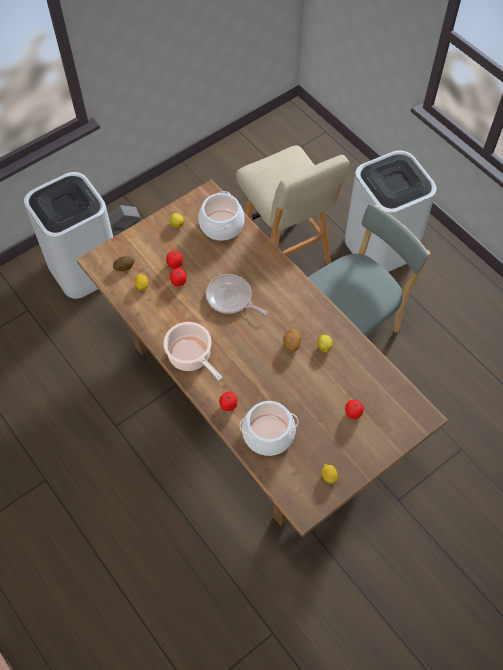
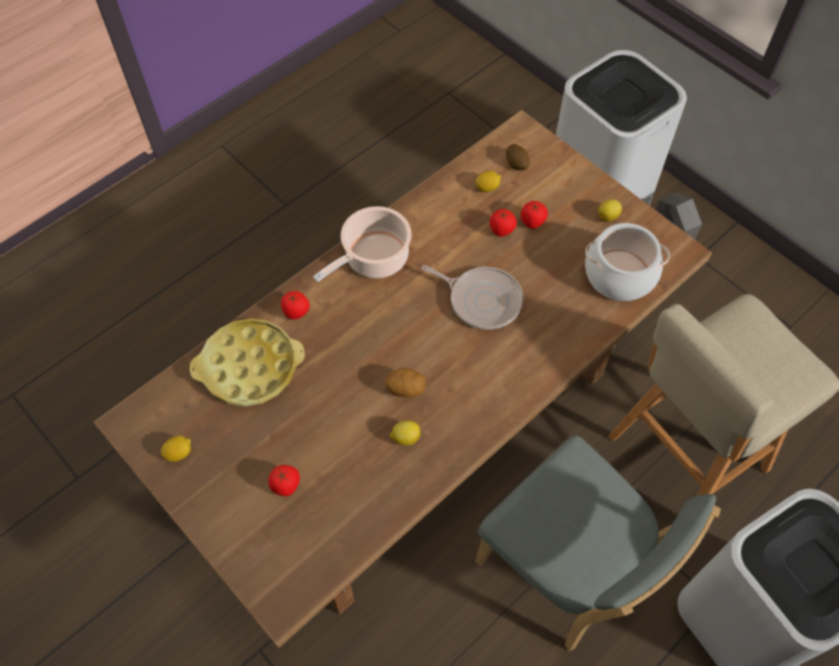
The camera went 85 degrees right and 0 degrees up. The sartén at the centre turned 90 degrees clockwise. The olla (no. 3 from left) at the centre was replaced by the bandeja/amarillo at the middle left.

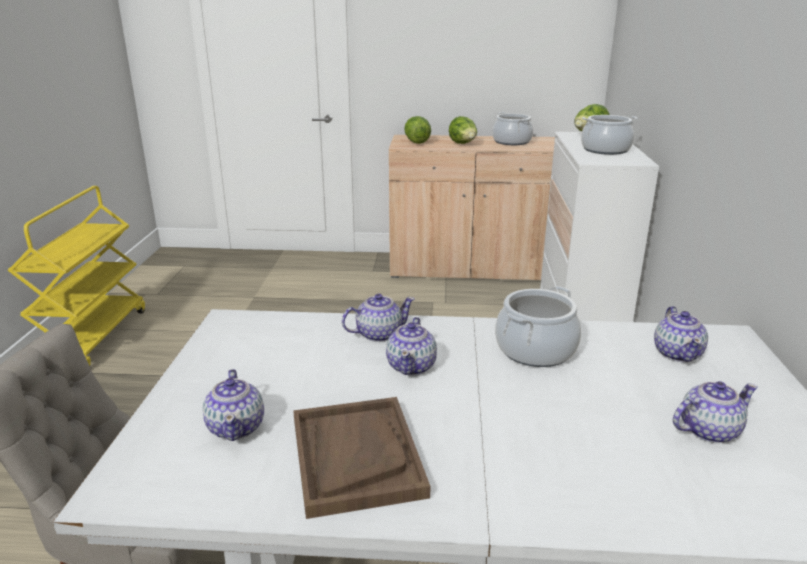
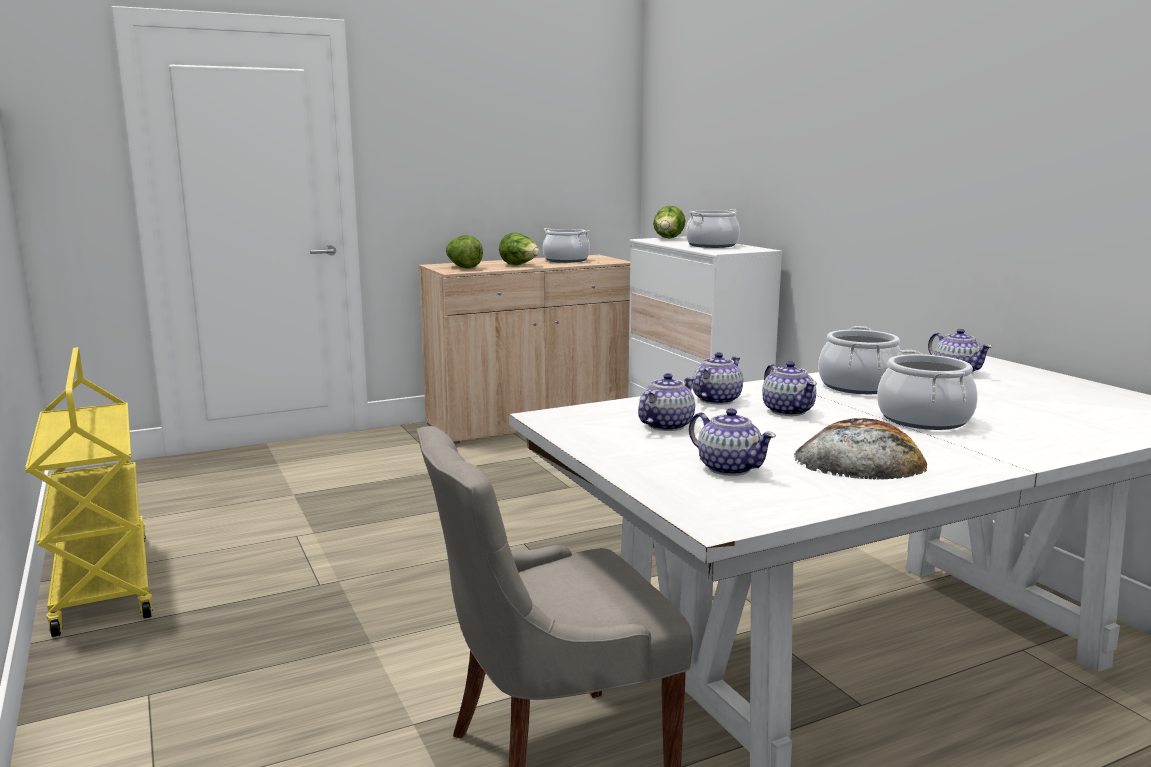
The camera went 30 degrees left and 10 degrees down. The tetera (no. 5 from left in the first image) moved from the bottom right to the centre. The bandeja/marrón at the bottom centre was replaced by the pan at the middle right. The olla (no. 4 from left) at the middle right appeared.

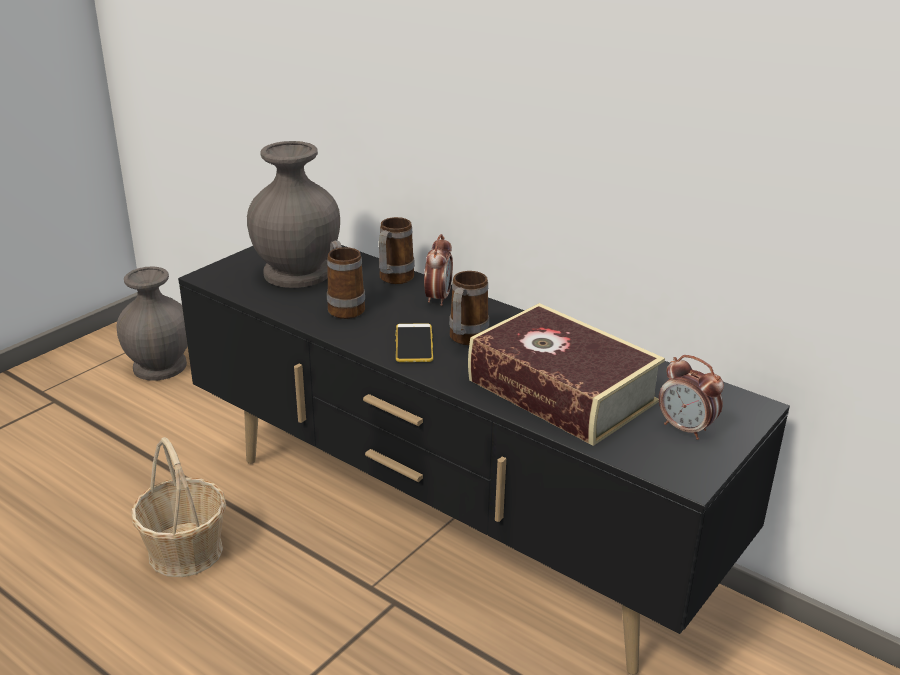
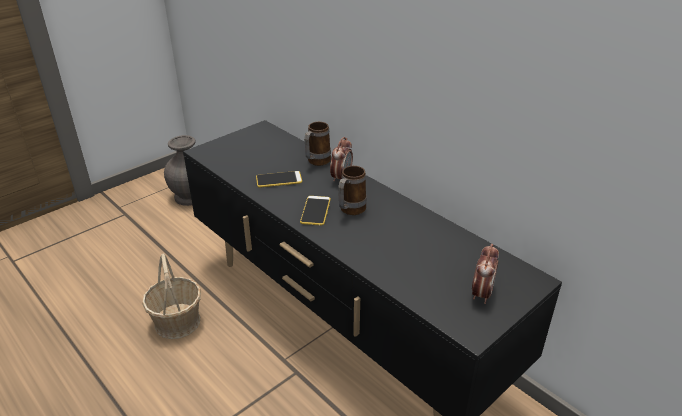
The camera went 10 degrees right and 5 degrees up. The florero/gris (no. 2 from left) at the top left disappeared. The taza grande (no. 1 from left) at the centre was replaced by the móvil (no. 1 from left) at the centre. The libro at the centre disappeared. The despertador (no. 2 from left) at the middle right turned 120 degrees counterclockwise.

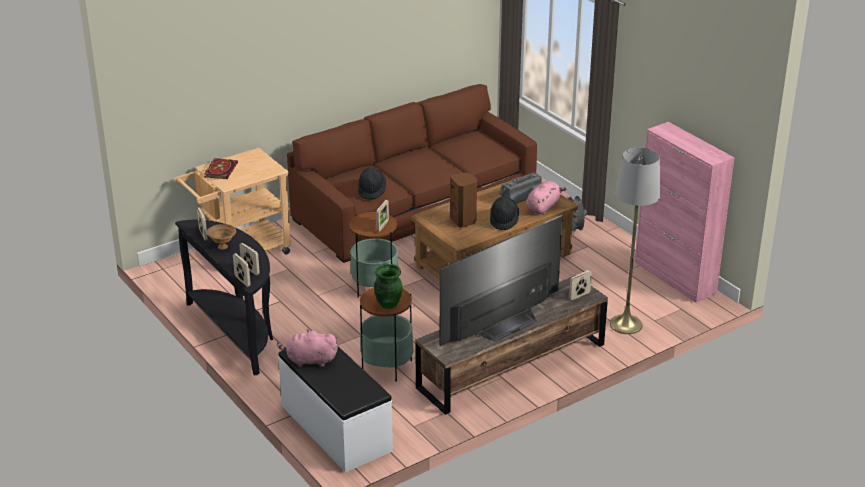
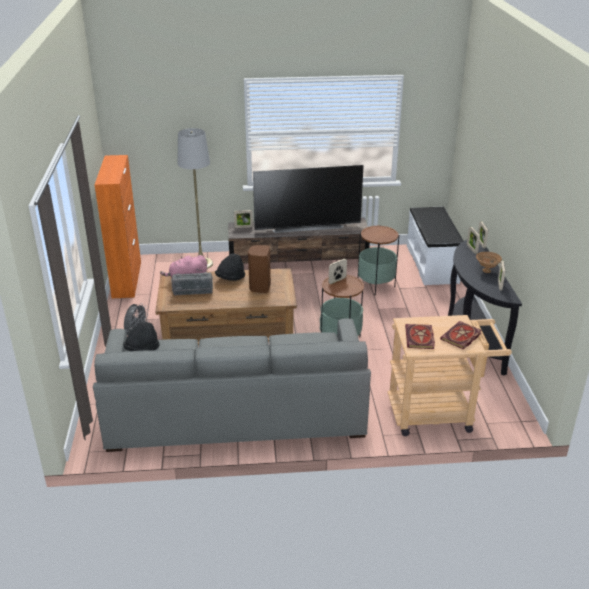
The camera went 150 degrees left and 0 degrees up. The sofá/marrón at the centre became the sofá/gris at the centre. The armario/rosa at the middle right became the armario/naranja at the middle left. The sombrero/negro (no. 1 from left) moved from the centre to the middle left. The florero/verde at the centre disappeared. The peluche/rosa (no. 1 from left) at the bottom centre disappeared. The libro (no. 1 from left) at the middle right appeared.

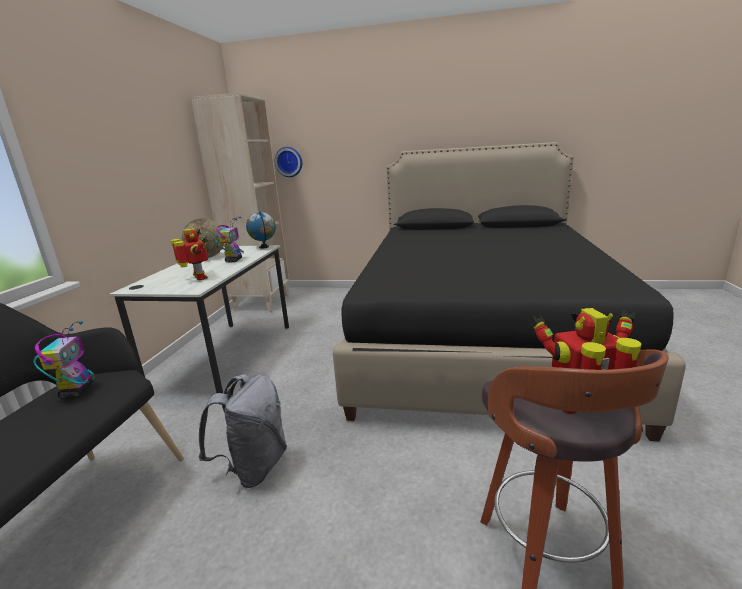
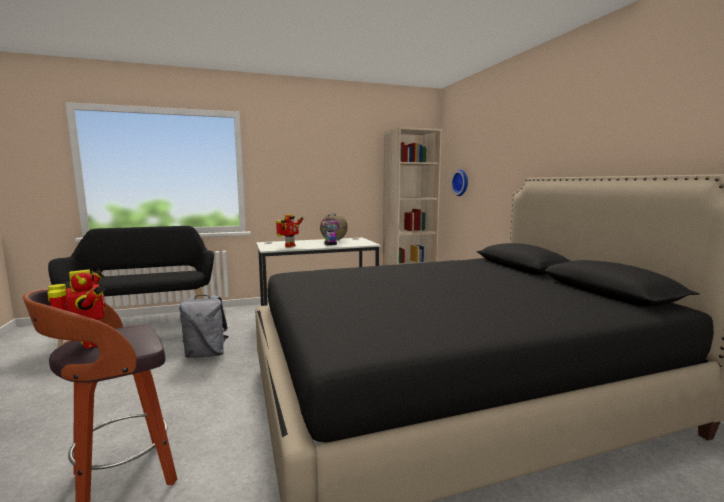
The camera went 60 degrees right and 10 degrees down. The globo terráqueo (no. 2 from left) at the centre disappeared. The robot de juguete (no. 1 from left) at the middle left disappeared.

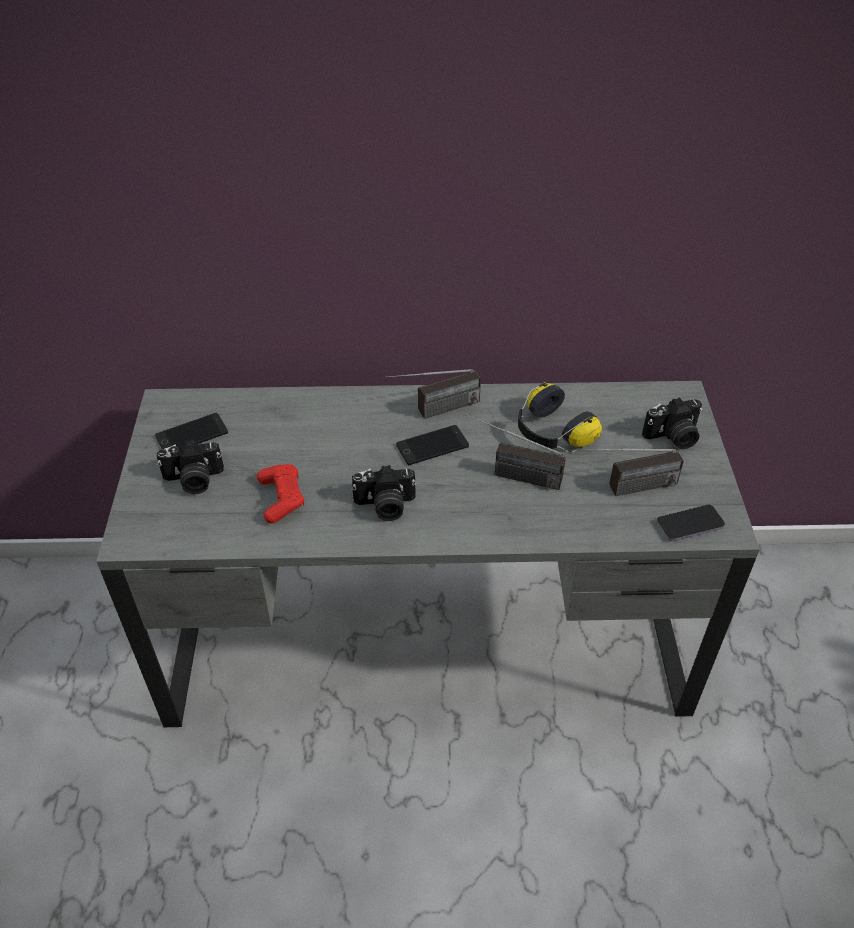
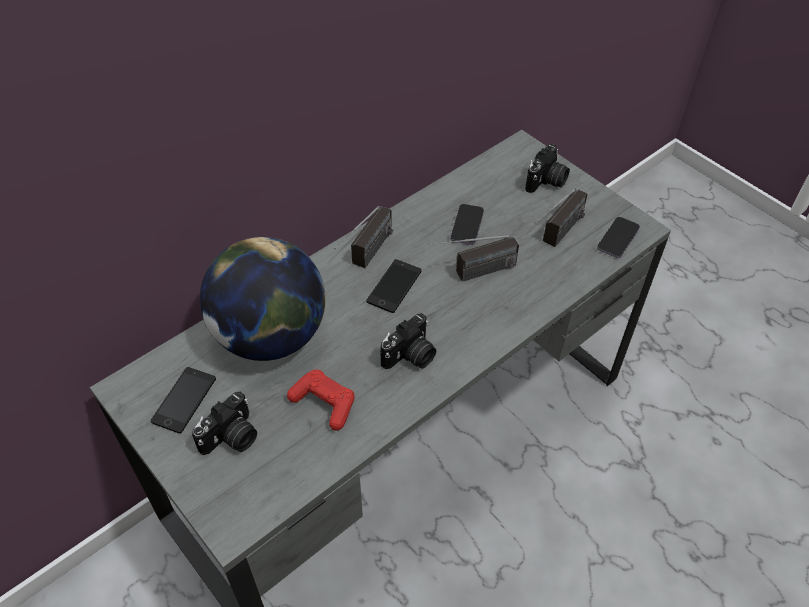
The camera went 40 degrees left and 5 degrees up. The auriculares at the centre was replaced by the móvil (no. 3 from left) at the centre. The globo terráqueo at the middle left appeared.

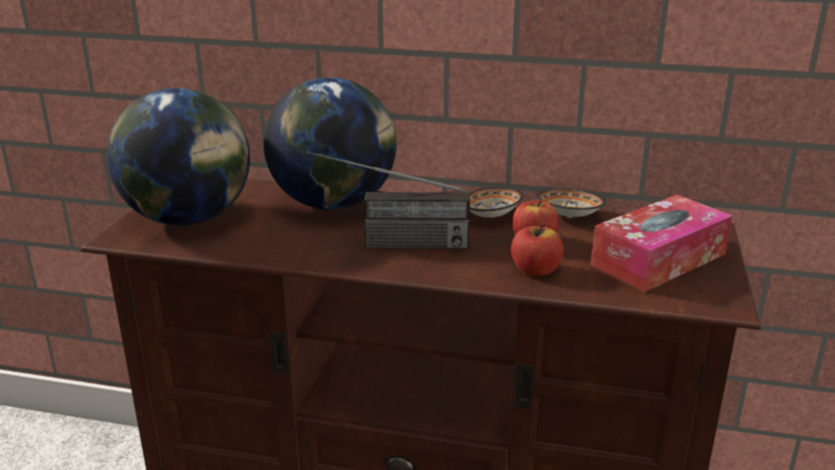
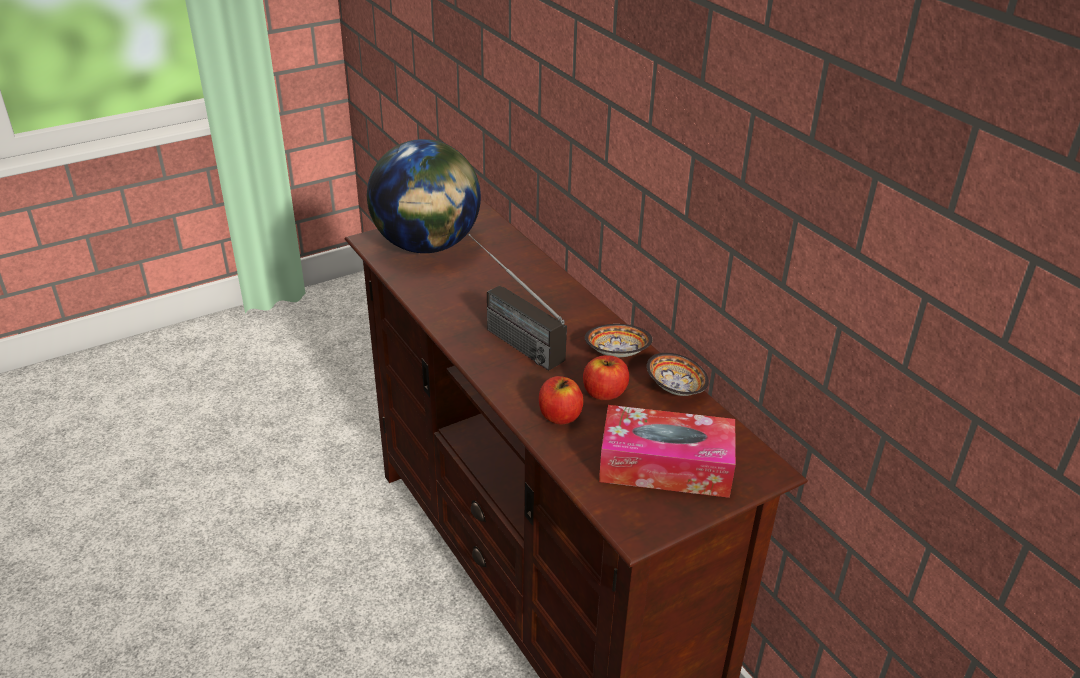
The camera went 45 degrees right and 10 degrees up. The globo terráqueo (no. 2 from left) at the top centre disappeared.

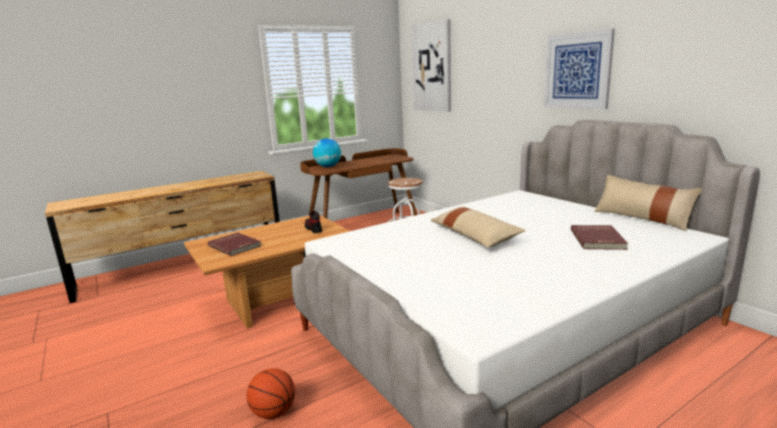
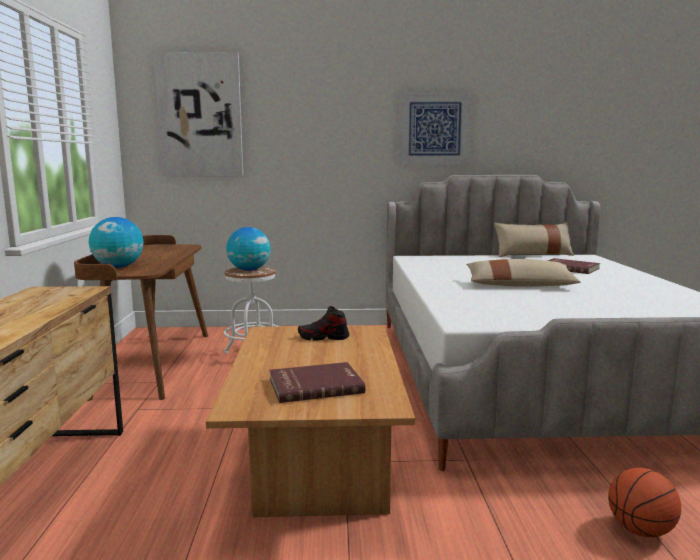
The camera went 60 degrees left and 5 degrees down. The globo terráqueo (no. 2 from left) at the centre appeared.

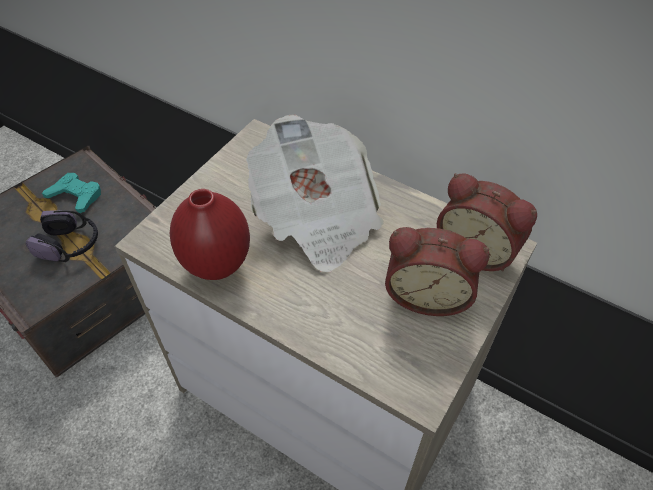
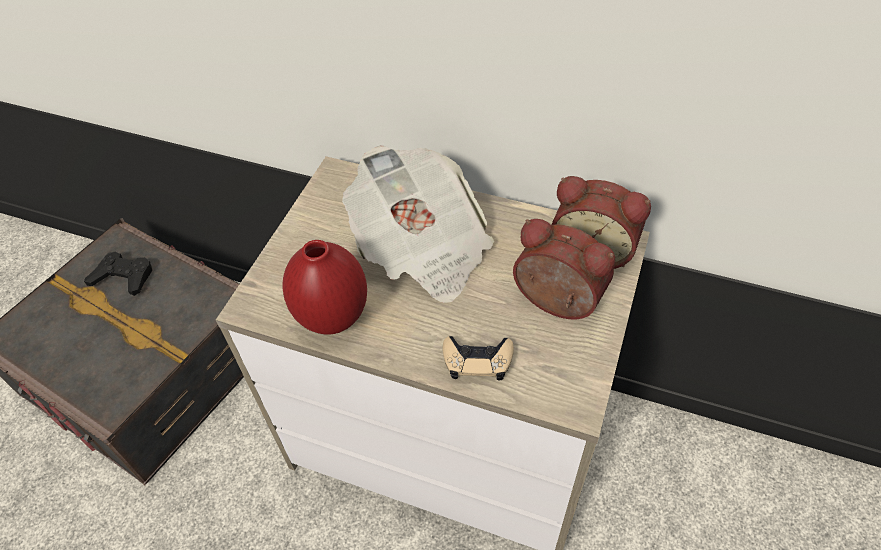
The camera went 10 degrees left and 0 degrees up. The mando de consola/turquesa at the middle left became the mando de consola/negro at the middle left. The auriculares at the middle left disappeared. The despertador (no. 1 from left) at the middle right turned 150 degrees counterclockwise. The mando de consola/beis at the centre appeared.

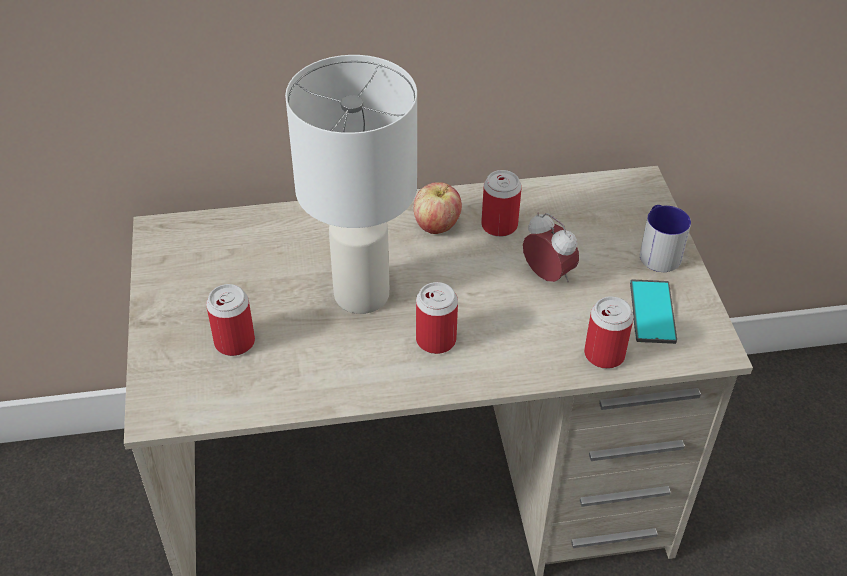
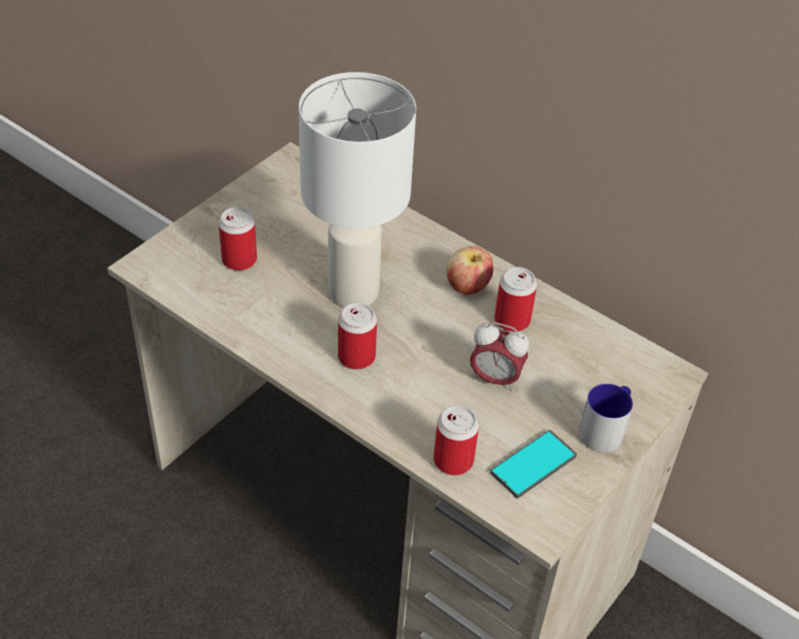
The camera went 45 degrees right and 0 degrees up. The despertador at the centre turned 105 degrees clockwise.

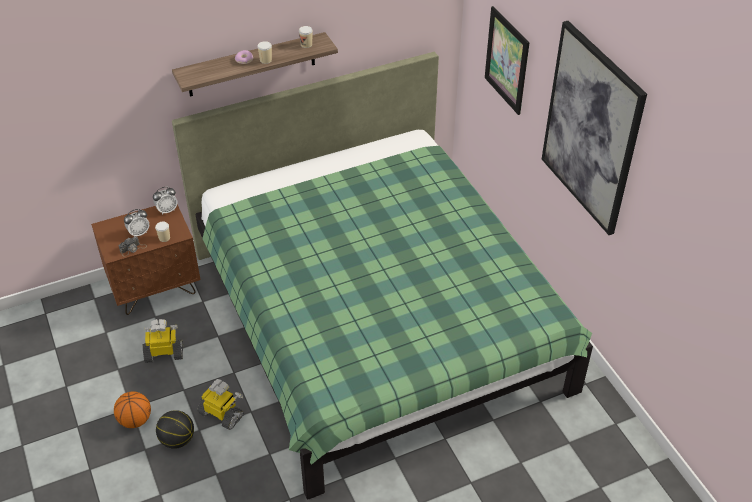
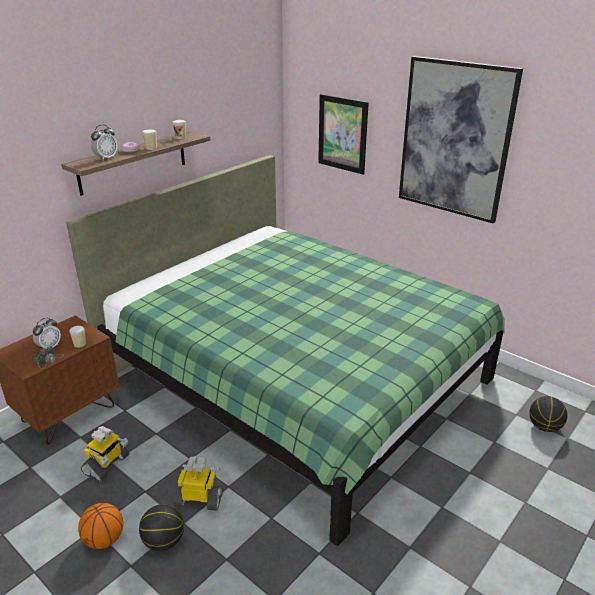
The camera went 25 degrees left and 15 degrees down. The despertador (no. 2 from left) moved from the middle left to the top left. The robot de juguete (no. 1 from left) at the bottom left turned 150 degrees clockwise. The balón de baloncesto (no. 3 from left) at the bottom right appeared.

